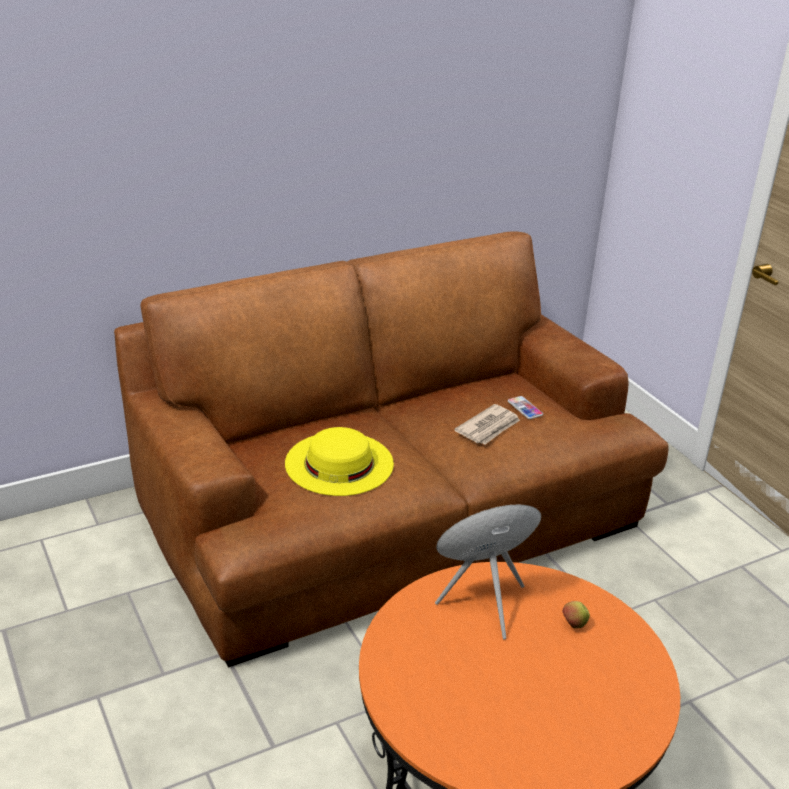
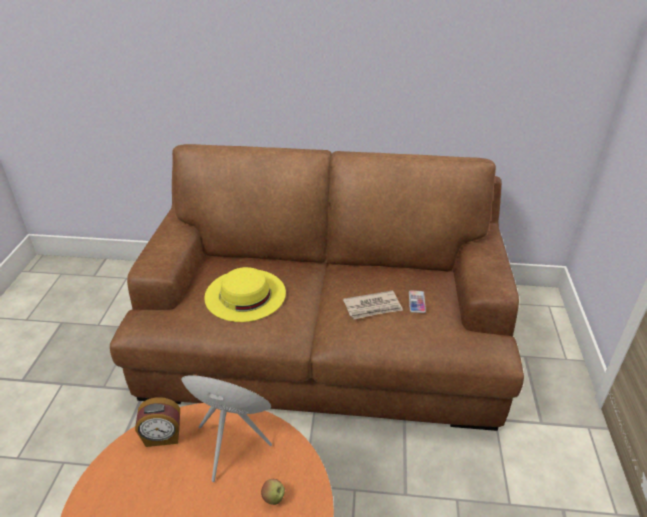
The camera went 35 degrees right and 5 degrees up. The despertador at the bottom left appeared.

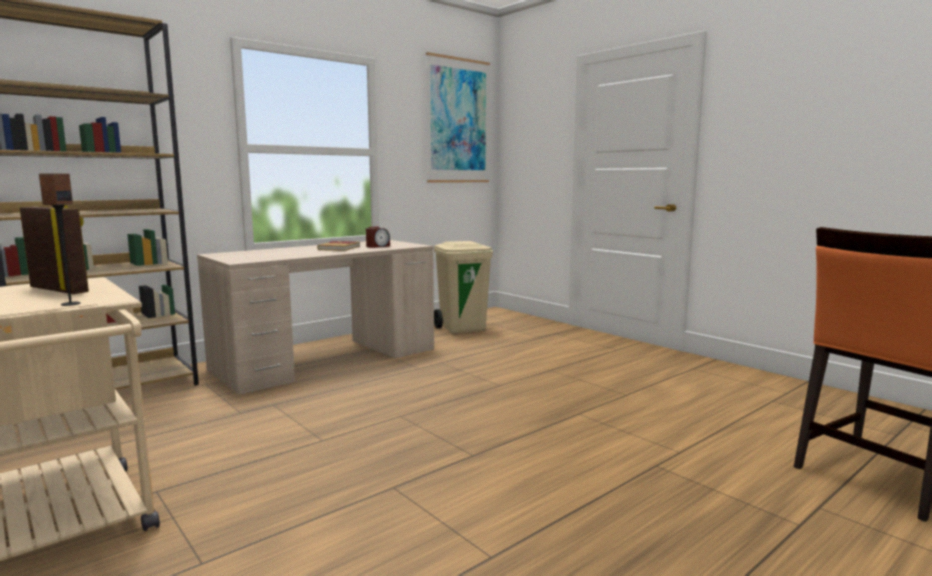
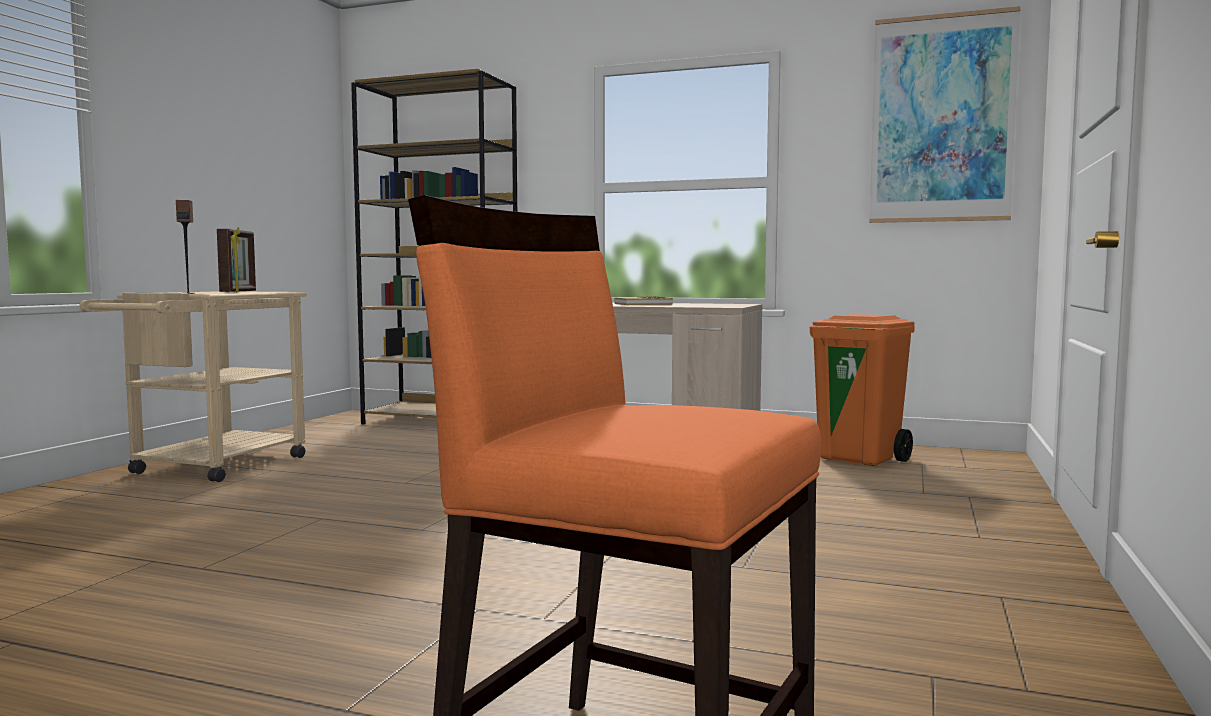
The camera went 60 degrees right and 5 degrees down. The despertador at the centre disappeared. The papelera/beis at the centre became the papelera/naranja at the middle right.

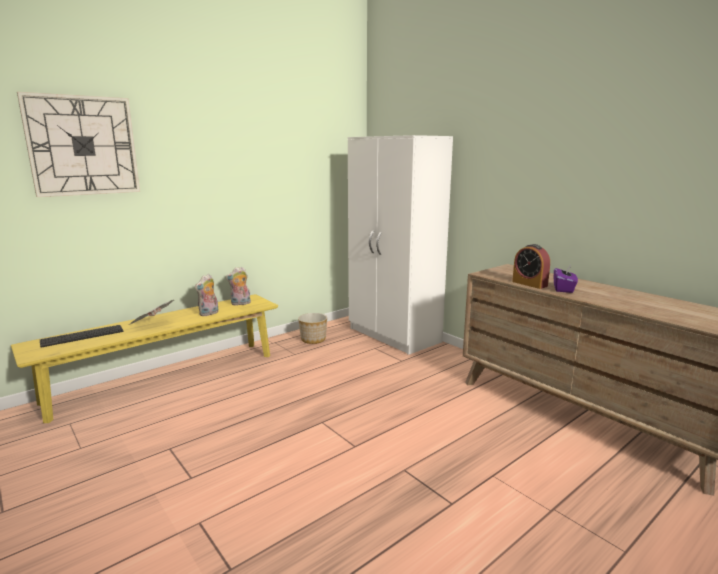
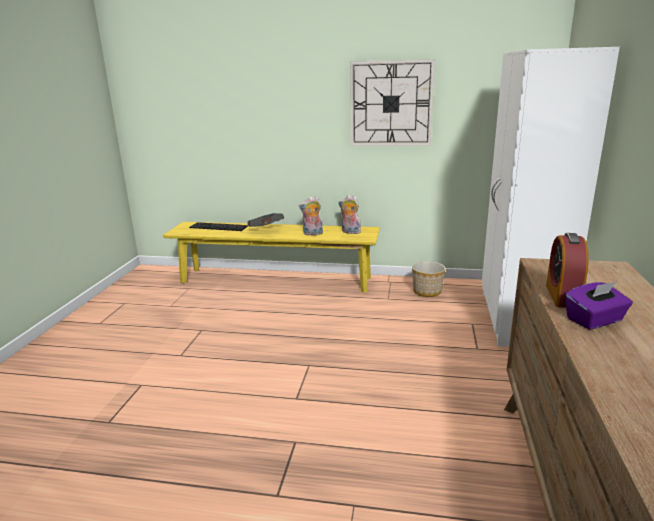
The camera went 50 degrees right and 5 degrees up. The reloj de pared moved from the top left to the top centre.

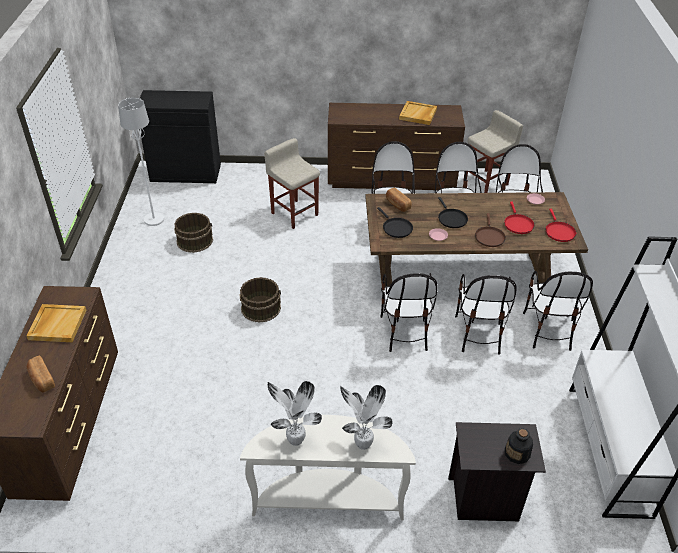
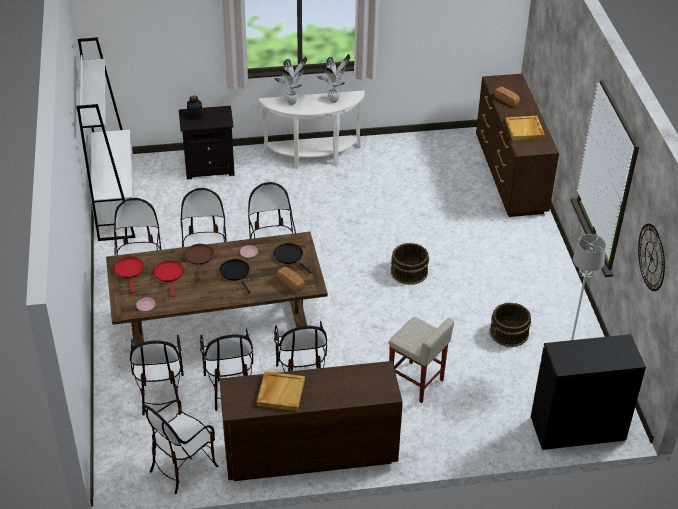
The camera went 170 degrees right and 0 degrees up. The taburete/beis (no. 2 from left) at the top right was replaced by the silla (no. 3 from left) at the bottom left. The reloj de pared at the middle right appeared.

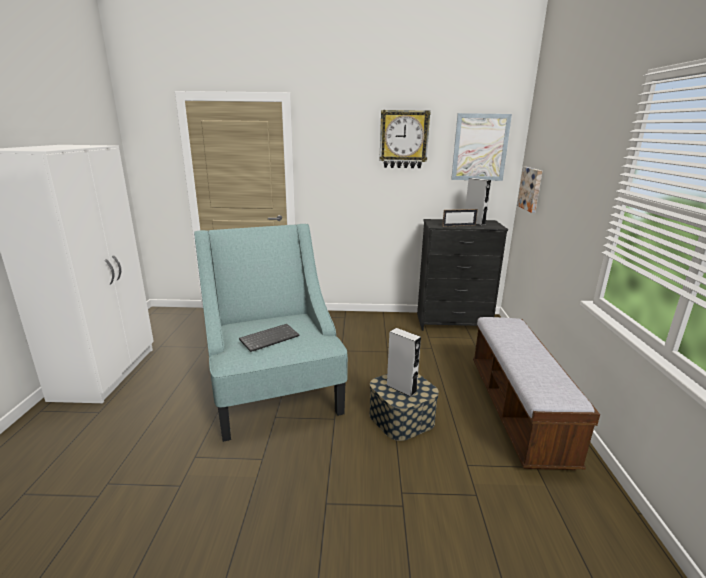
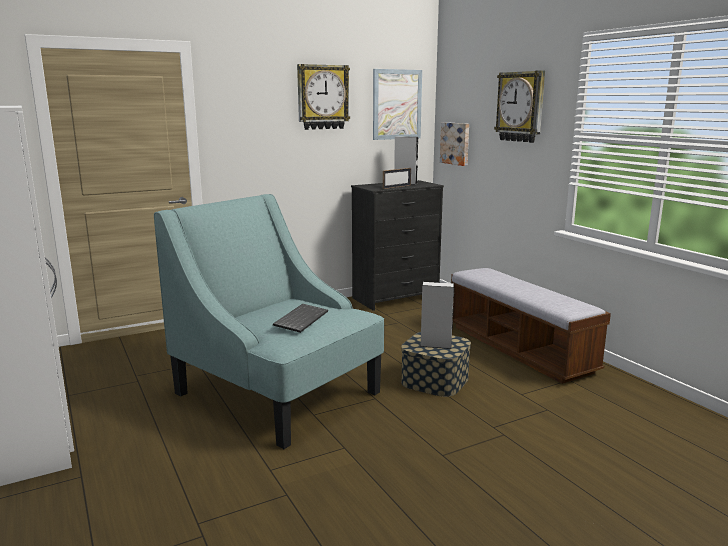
The camera went 30 degrees left and 5 degrees down. The reloj de pared (no. 2 from left) at the top right appeared.

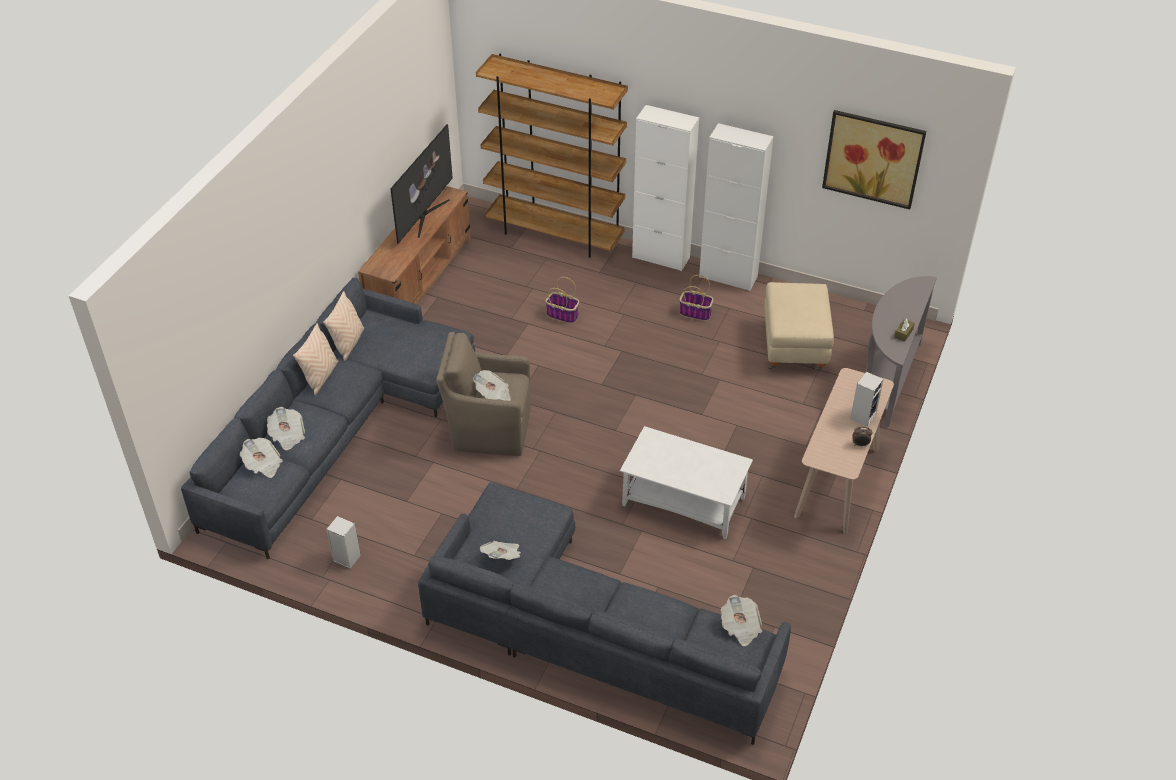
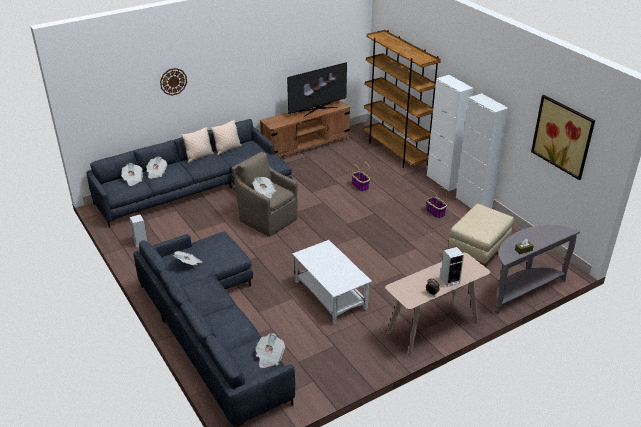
The camera went 35 degrees right and 10 degrees down. The reloj de pared at the top left appeared.

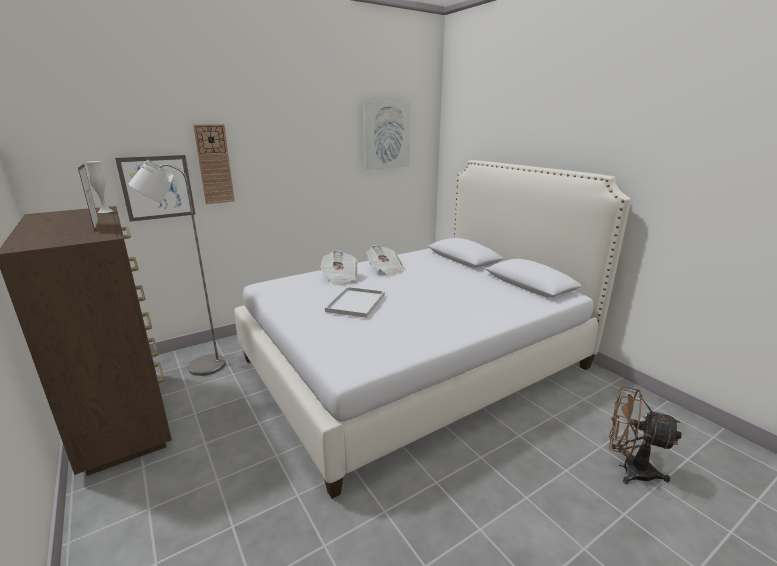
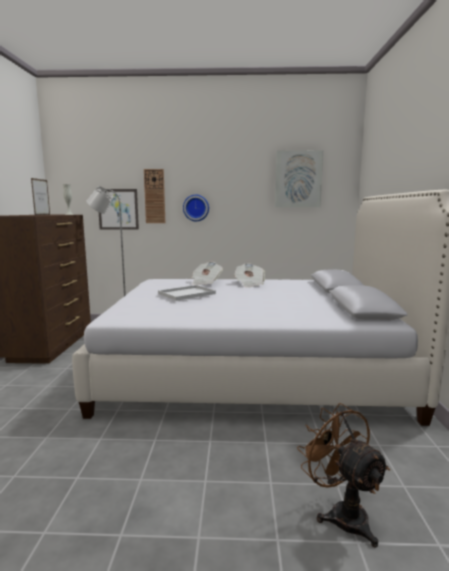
The camera went 35 degrees right and 10 degrees down. The reloj de pared (no. 2 from left) at the centre appeared.

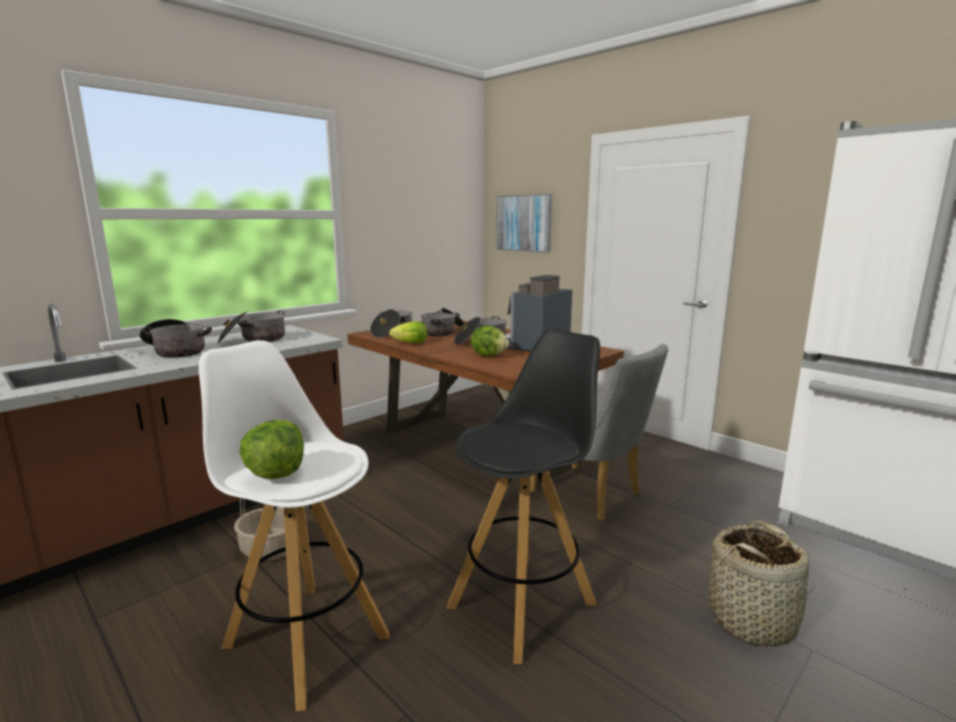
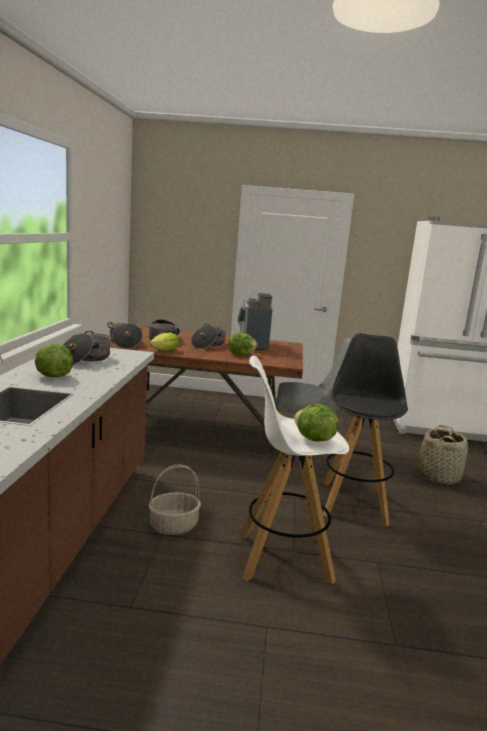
The camera went 40 degrees left and 0 degrees up. The cuadro at the top centre disappeared. The olla (no. 1 from left) at the middle left was replaced by the lechuga (no. 1 from left) at the middle left.

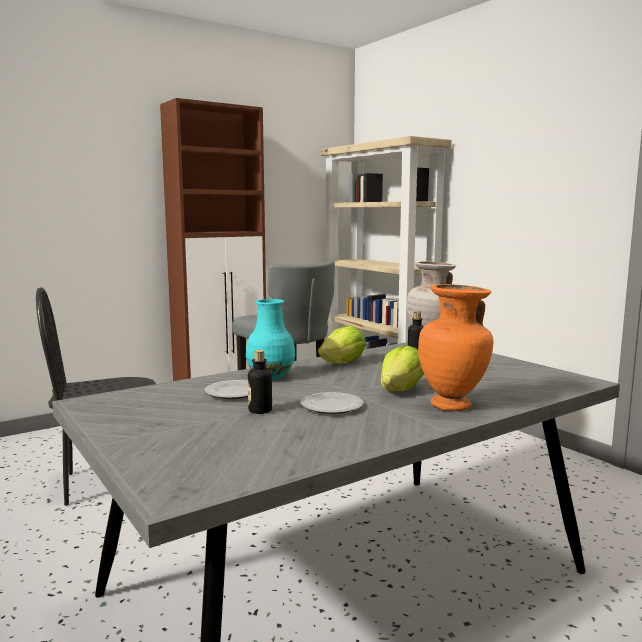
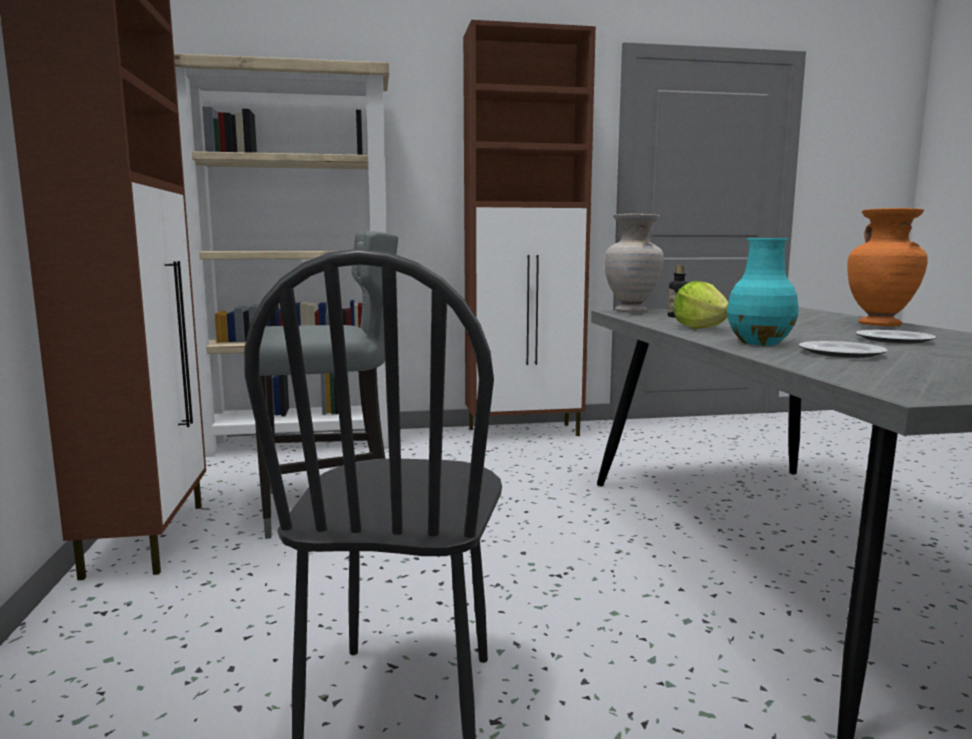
The camera went 65 degrees left and 0 degrees up. The lechuga (no. 2 from left) at the centre disappeared. The botella (no. 1 from left) at the centre disappeared. The armario/marrón (no. 2 from left) at the top centre appeared.

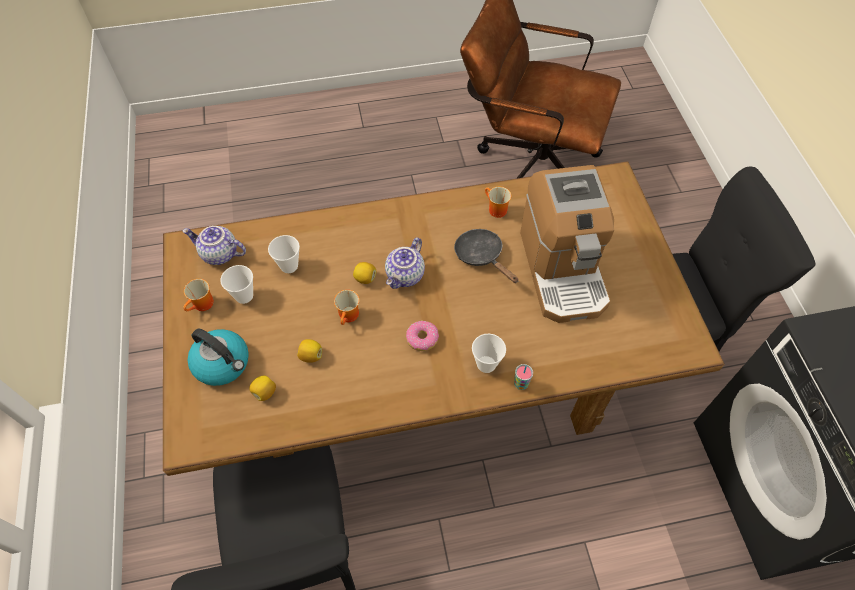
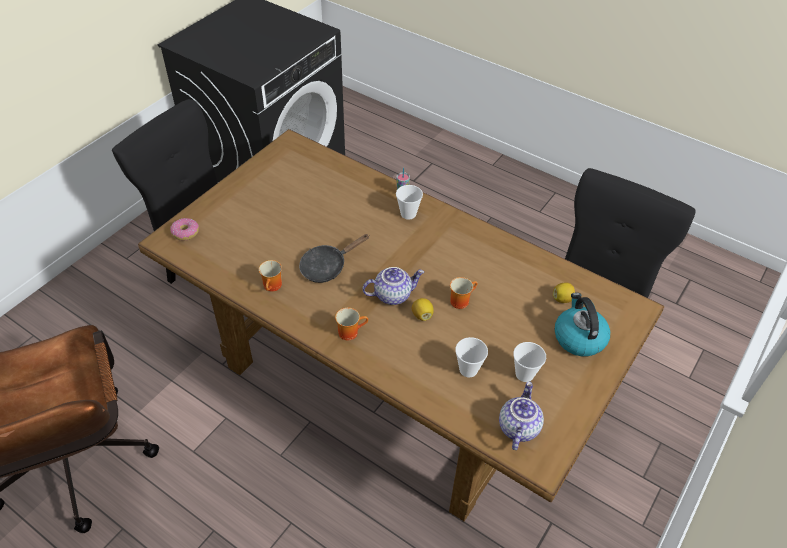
The camera went 135 degrees left and 10 degrees down. The cafetera at the centre disappeared. The tetera (no. 1 from left in the first image) at the middle left turned 135 degrees counterclockwise. The sartén/negro at the centre turned 45 degrees clockwise. The taza grande (no. 1 from left in the first image) moved from the middle left to the centre. The rosquilla moved from the centre to the middle left. The limón (no. 2 from left) at the centre disappeared.

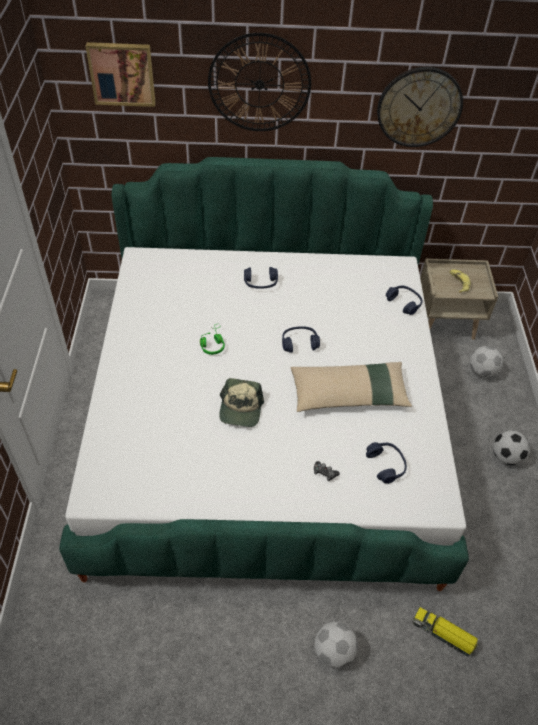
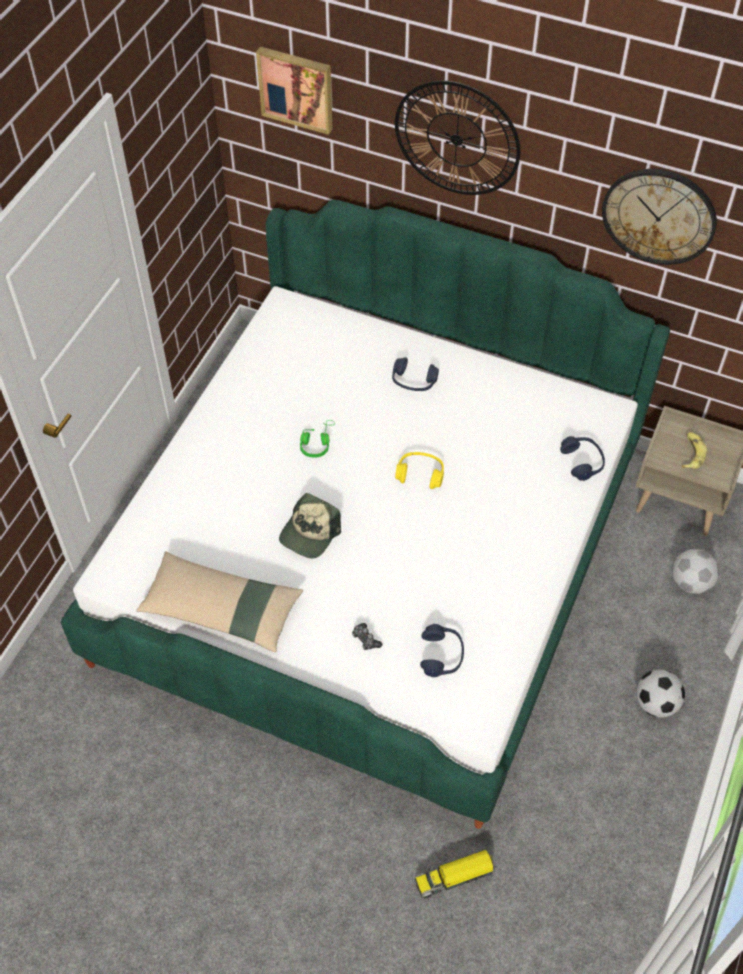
The camera went 25 degrees right and 5 degrees up. The auriculares/azul (no. 2 from left) at the centre became the auriculares/amarillo at the centre. The cojín/beis moved from the centre to the middle left. The camión de juguete at the bottom right turned 75 degrees counterclockwise. The balón de fútbol (no. 1 from left) at the bottom centre disappeared.

